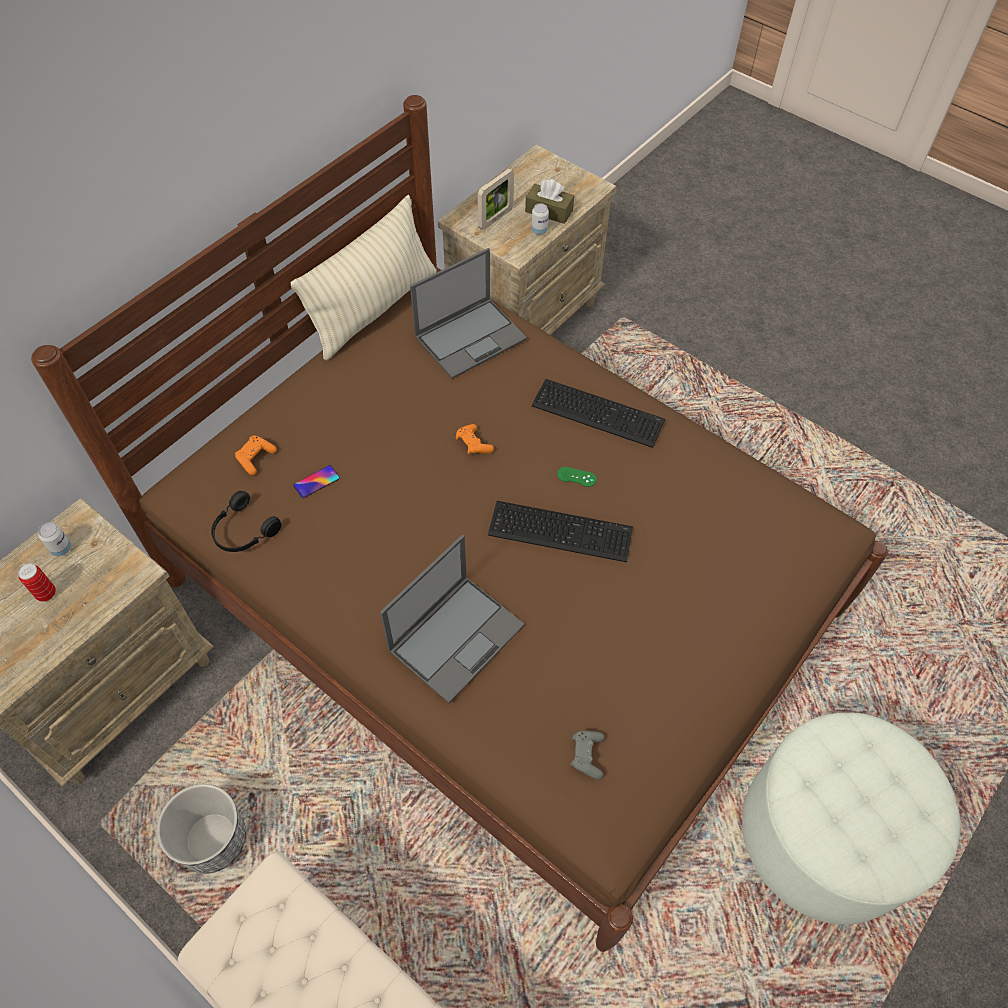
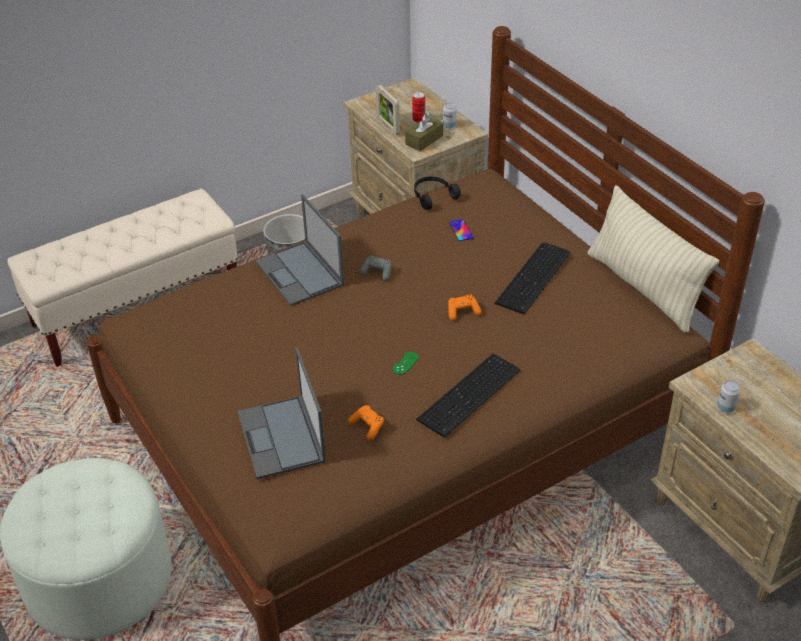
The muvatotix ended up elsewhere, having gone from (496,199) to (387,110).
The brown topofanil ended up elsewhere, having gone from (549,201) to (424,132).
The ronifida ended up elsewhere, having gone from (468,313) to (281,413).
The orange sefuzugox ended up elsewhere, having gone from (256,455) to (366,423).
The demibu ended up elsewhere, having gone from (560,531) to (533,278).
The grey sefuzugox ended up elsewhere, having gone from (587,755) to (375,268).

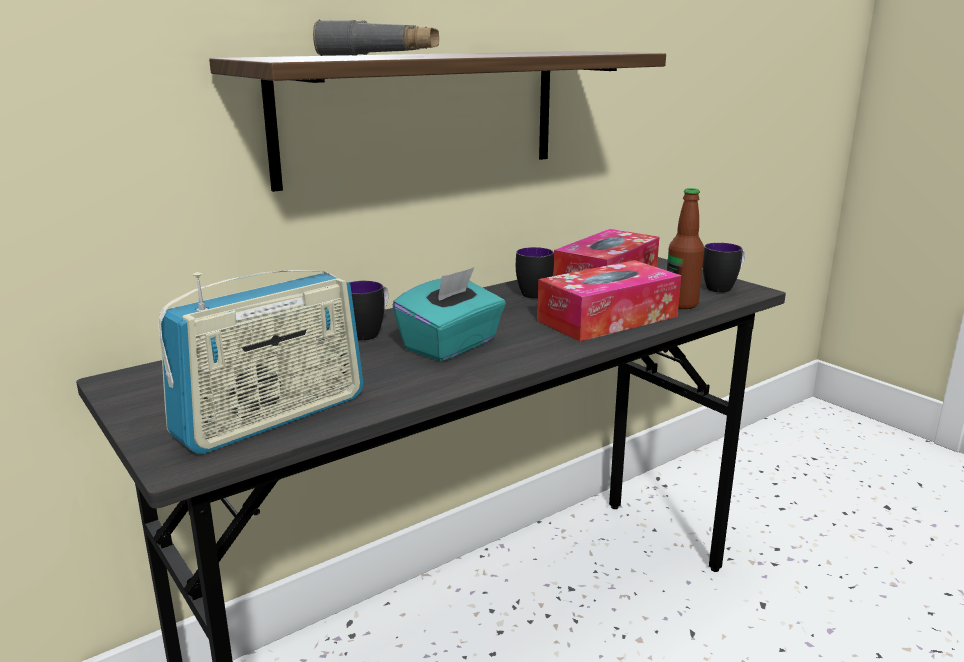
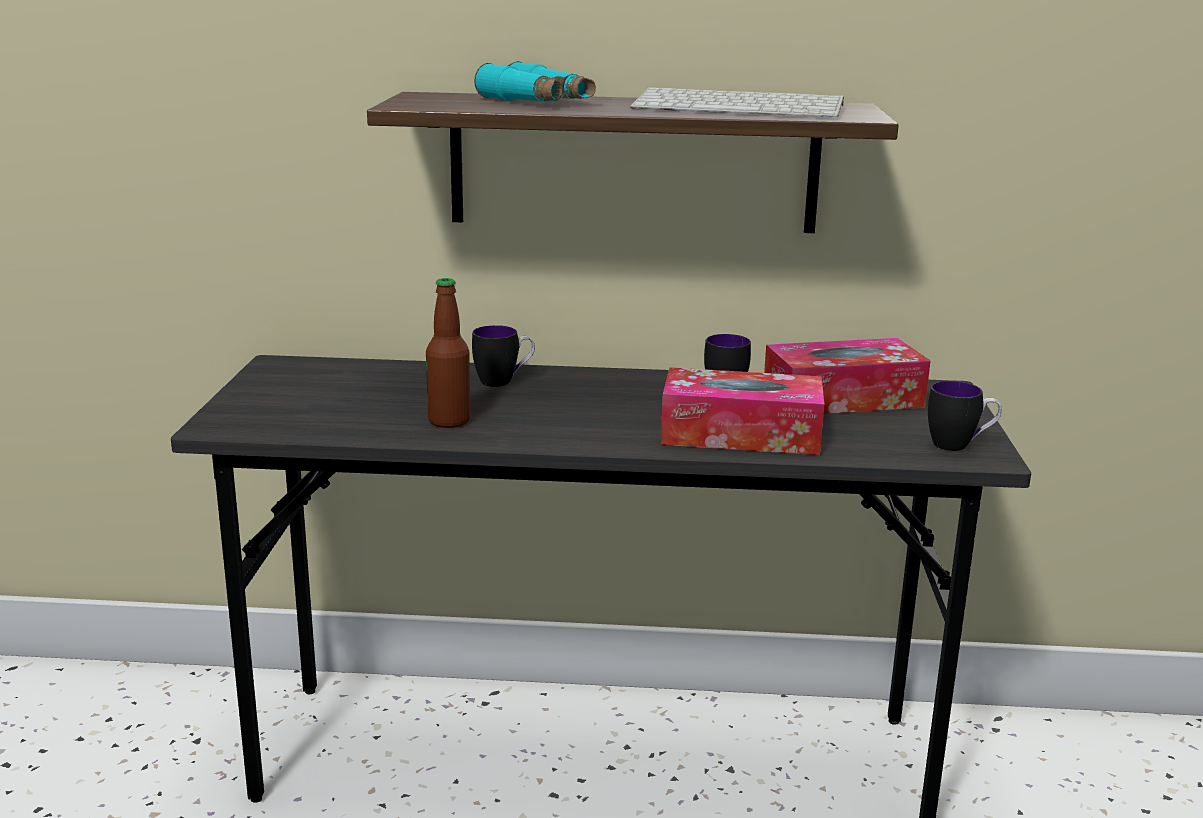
What was the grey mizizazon at (376,38) turned into the turquoise mizizazon at (535,81).
The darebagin ended up elsewhere, having gone from (685,248) to (448,353).
The second view lost the turquoise topofanil at (449,314).
The second view lost the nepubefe at (261,362).
The second view gained the demibu at (737,102).

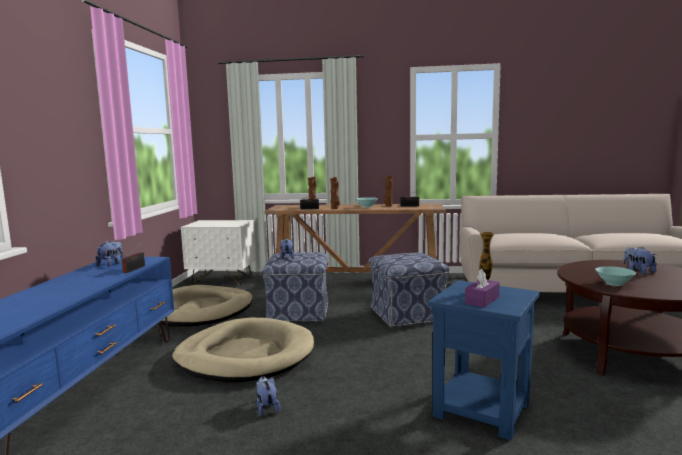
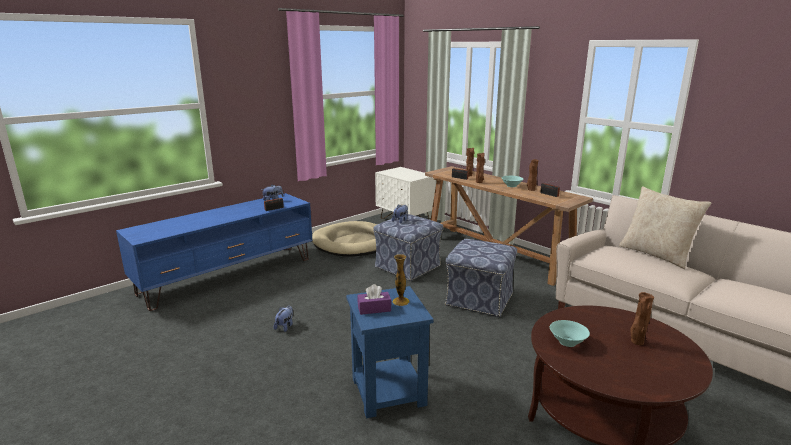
Where the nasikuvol stood at (640,260), the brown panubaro came to stand at (642,318).
The second view lost the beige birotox at (243,350).
The second view gained the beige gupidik at (665,227).

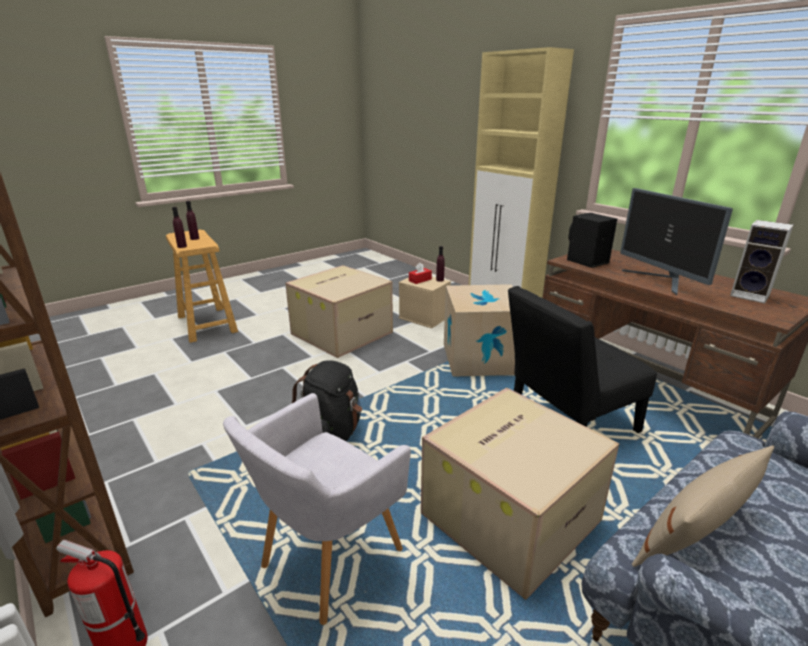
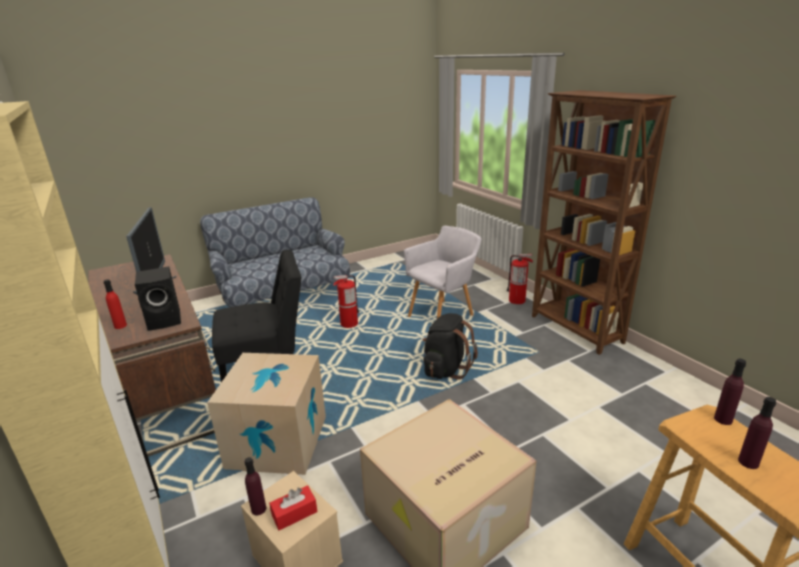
The second view lost the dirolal at (761,261).
Where the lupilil stood at (520,493), the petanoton came to stand at (346,301).
The second view lost the beige gupidik at (703,506).
The second view gained the red darebagin at (115,304).

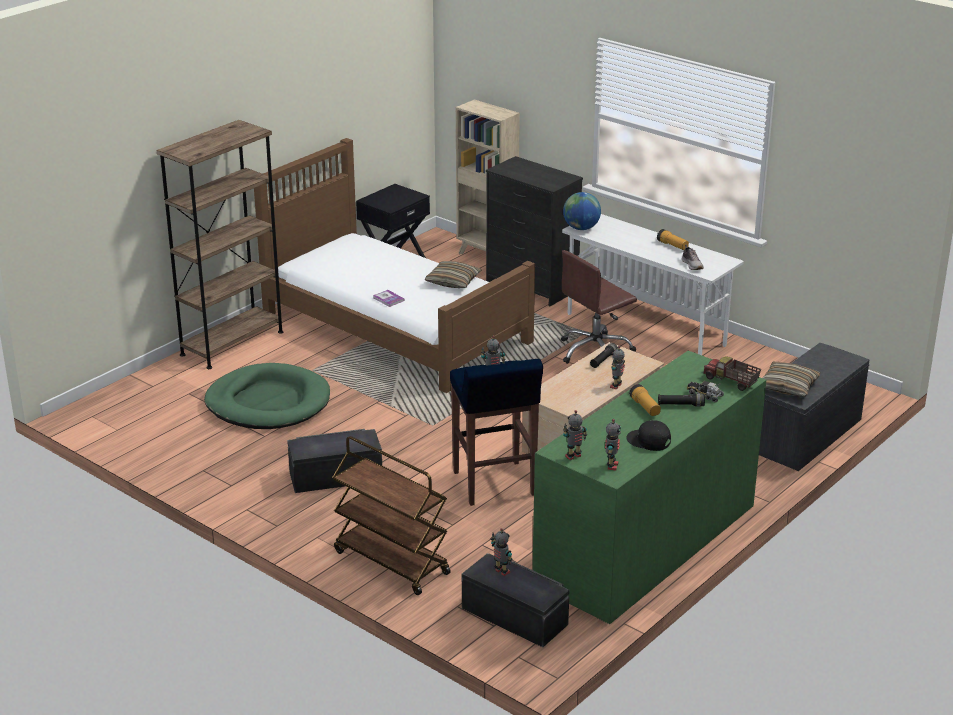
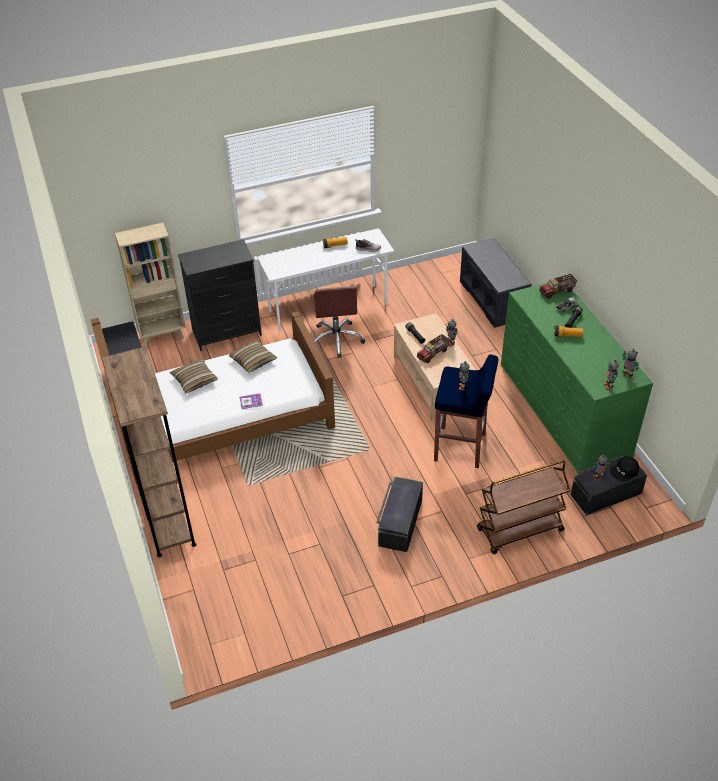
The second view lost the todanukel at (582,211).
The gupidik ended up elsewhere, having gone from (791,379) to (194,376).
The second view lost the green birotox at (267,396).
The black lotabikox ended up elsewhere, having gone from (648,435) to (624,468).
The second view gained the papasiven at (433,348).

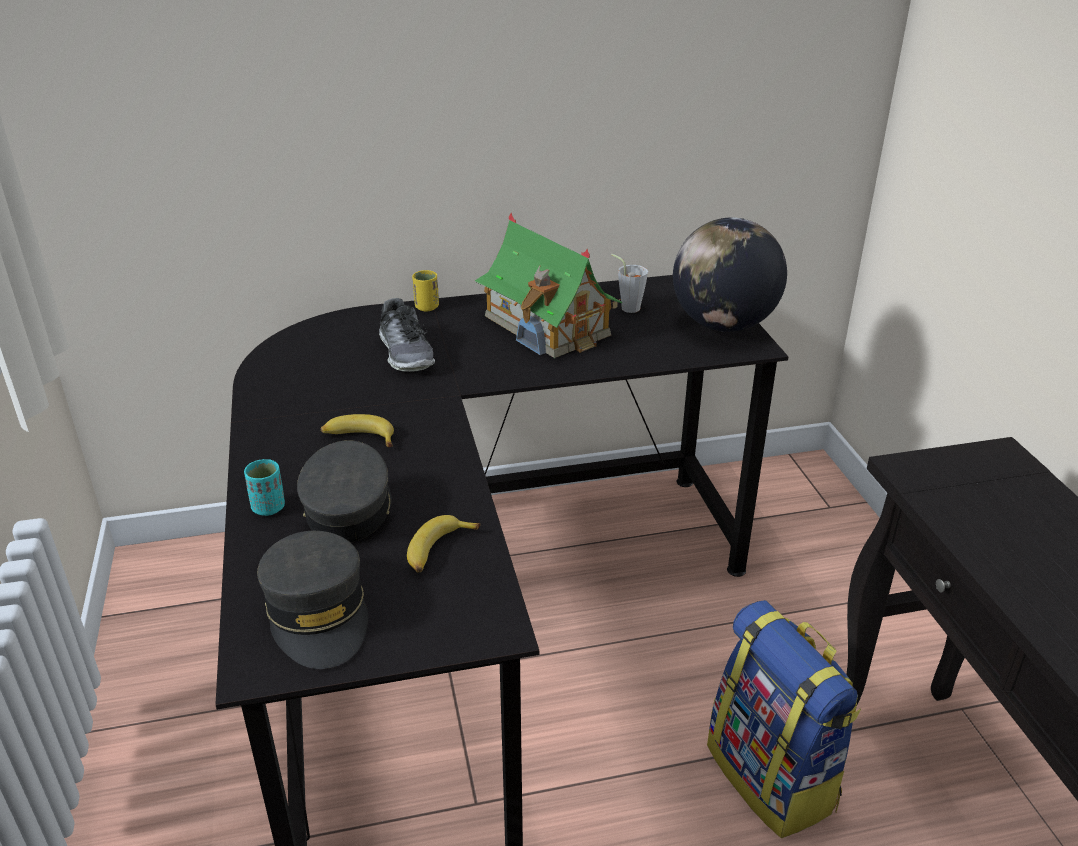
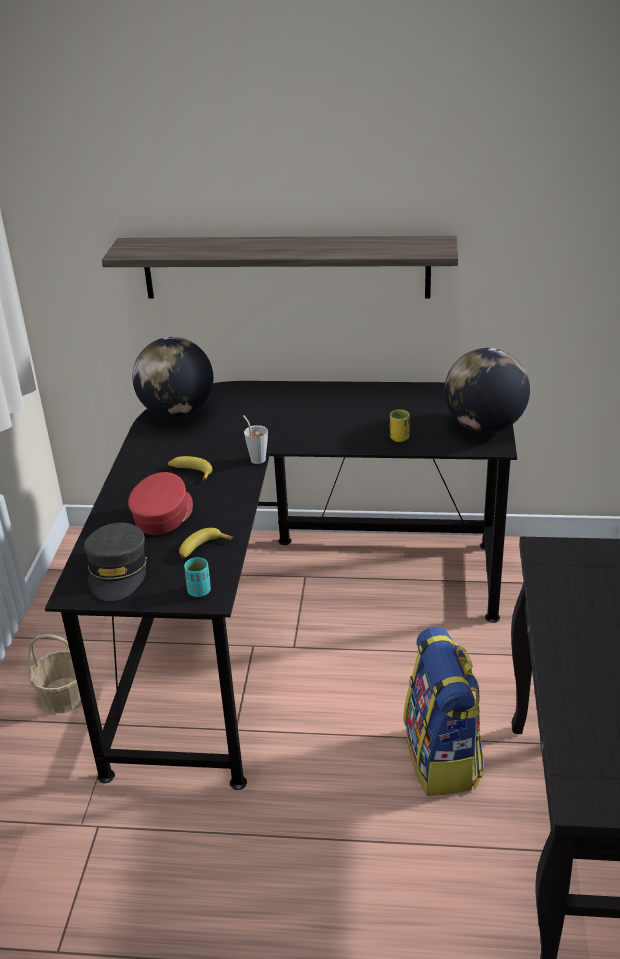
The second view lost the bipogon at (549,285).
The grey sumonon ended up elsewhere, having gone from (629,283) to (255,439).
The yellow sumonon ended up elsewhere, having gone from (425,290) to (400,426).
The second view lost the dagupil at (407,335).
What was the grey lotabikox at (344,491) turned into the red lotabikox at (160,503).
The turquoise sumonon ended up elsewhere, having gone from (264,487) to (197,577).
The second view gained the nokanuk at (280,267).
The second view gained the todanukel at (172,377).
The second view gained the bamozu at (55,673).

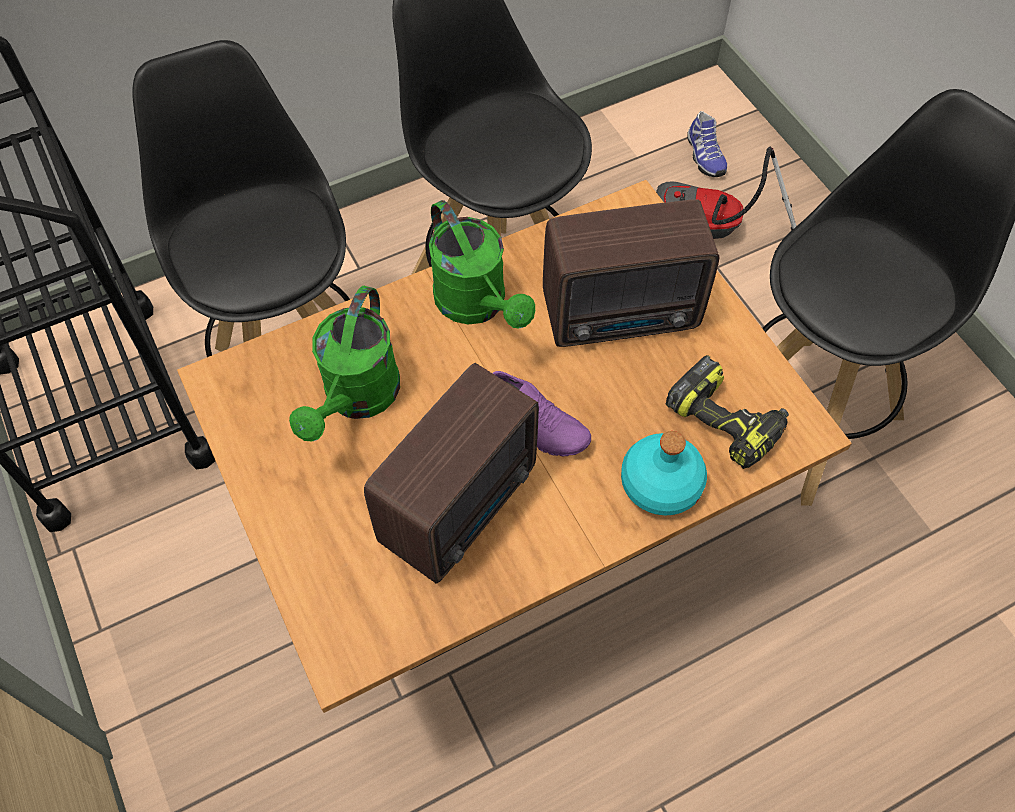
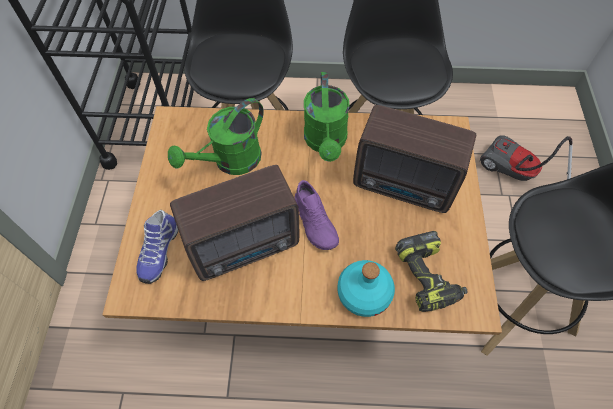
The dagupil ended up elsewhere, having gone from (707,144) to (157,247).

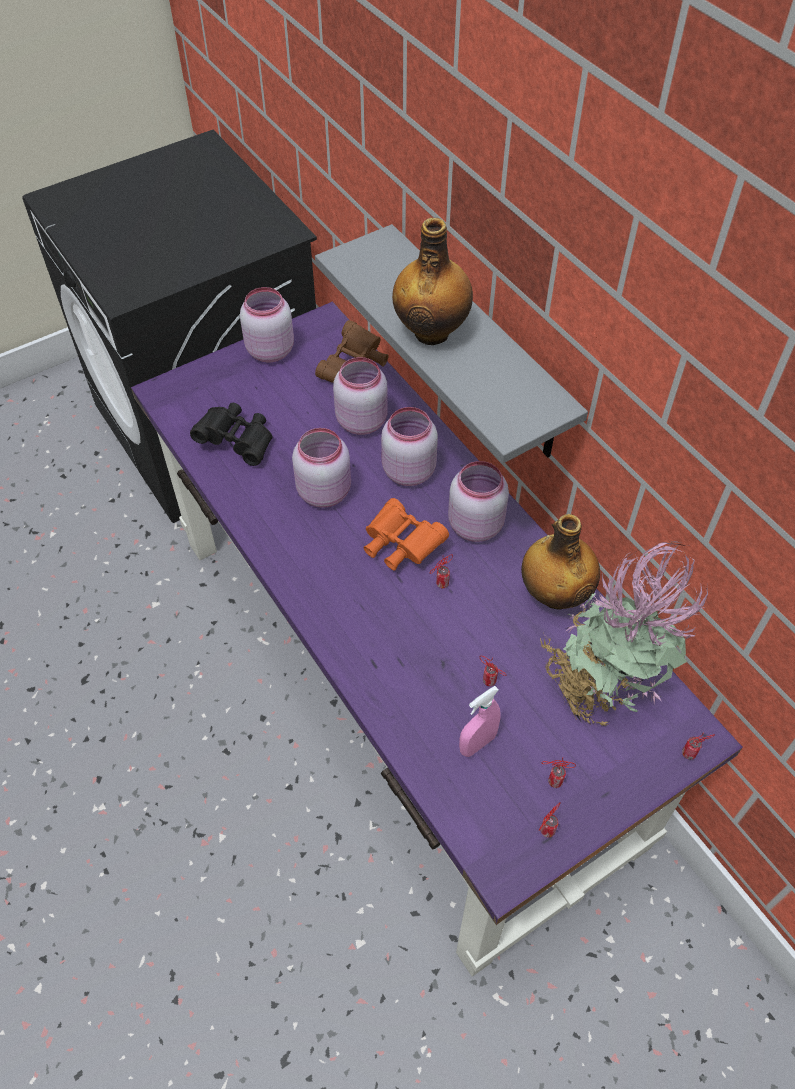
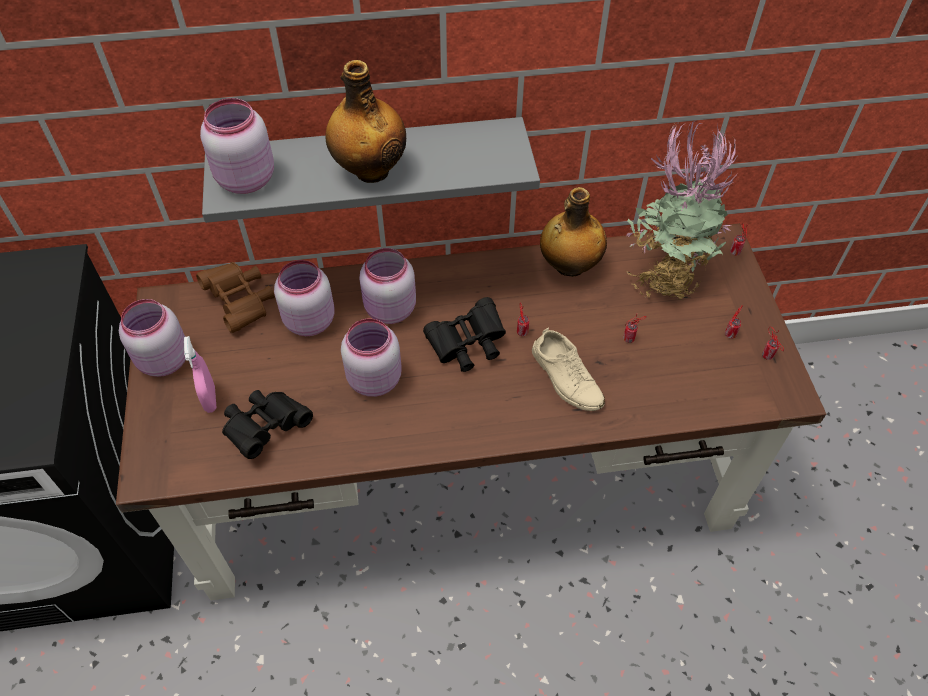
What was the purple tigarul at (437,639) turned into the brown tigarul at (471,411).
The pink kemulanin ended up elsewhere, having gone from (478,501) to (237,146).
What was the orange mizizazon at (406,534) turned into the black mizizazon at (464,334).
The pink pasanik ended up elsewhere, having gone from (480,721) to (200,374).
The second view gained the beige dagupil at (568,369).

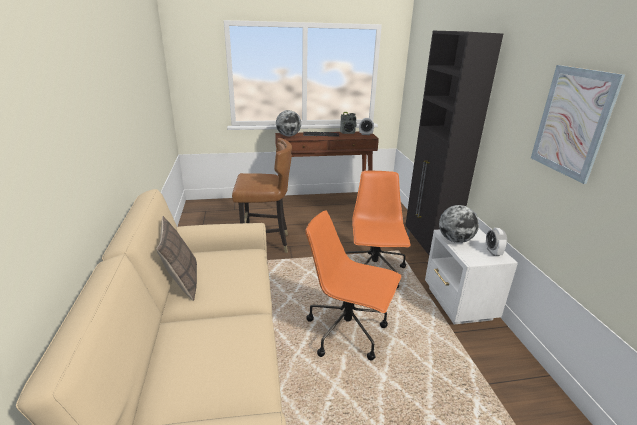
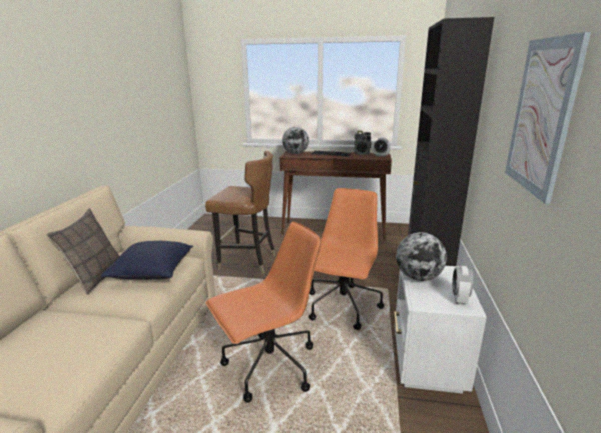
The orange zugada at (353,285) ended up facing another way, 105 degrees clockwise from before.
The second view gained the blue gupidik at (147,260).

